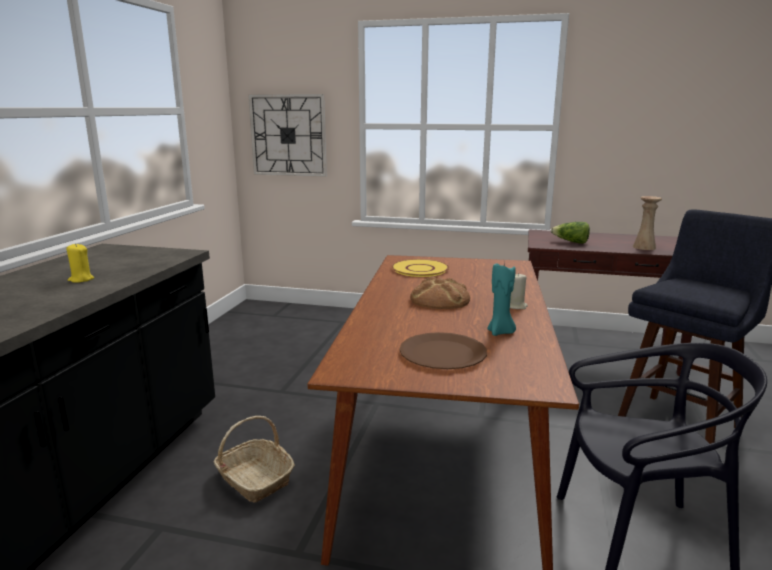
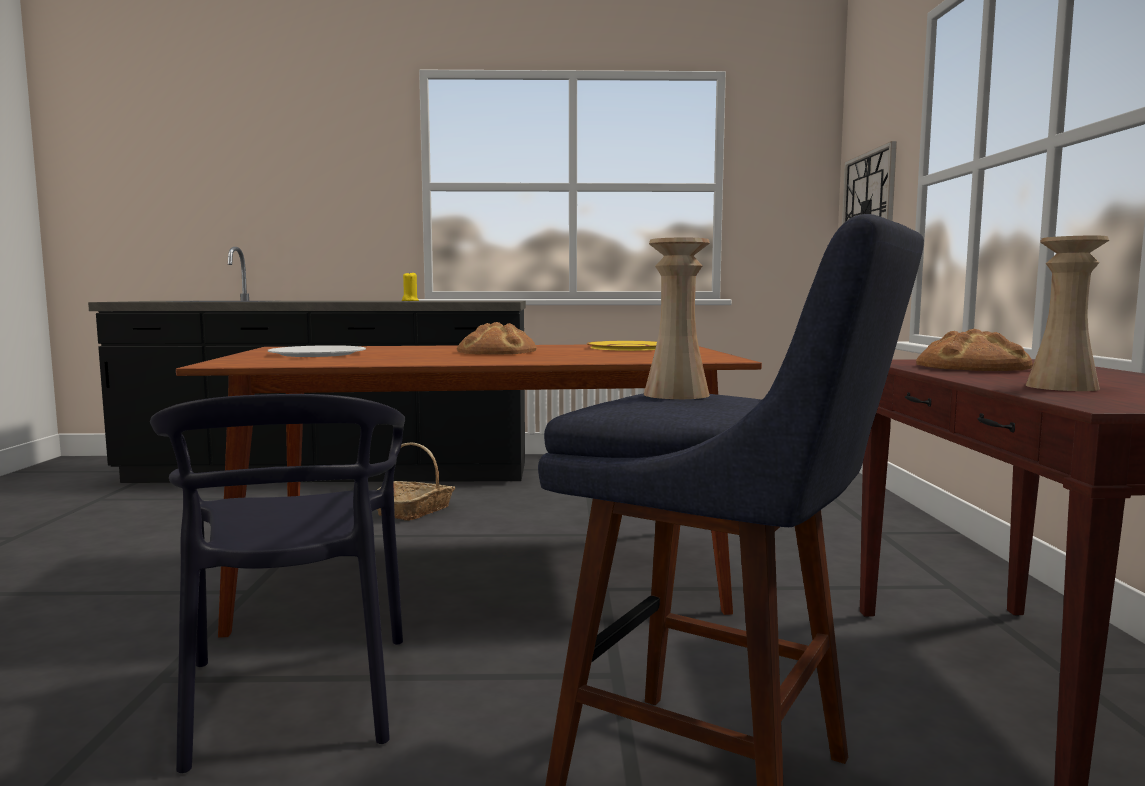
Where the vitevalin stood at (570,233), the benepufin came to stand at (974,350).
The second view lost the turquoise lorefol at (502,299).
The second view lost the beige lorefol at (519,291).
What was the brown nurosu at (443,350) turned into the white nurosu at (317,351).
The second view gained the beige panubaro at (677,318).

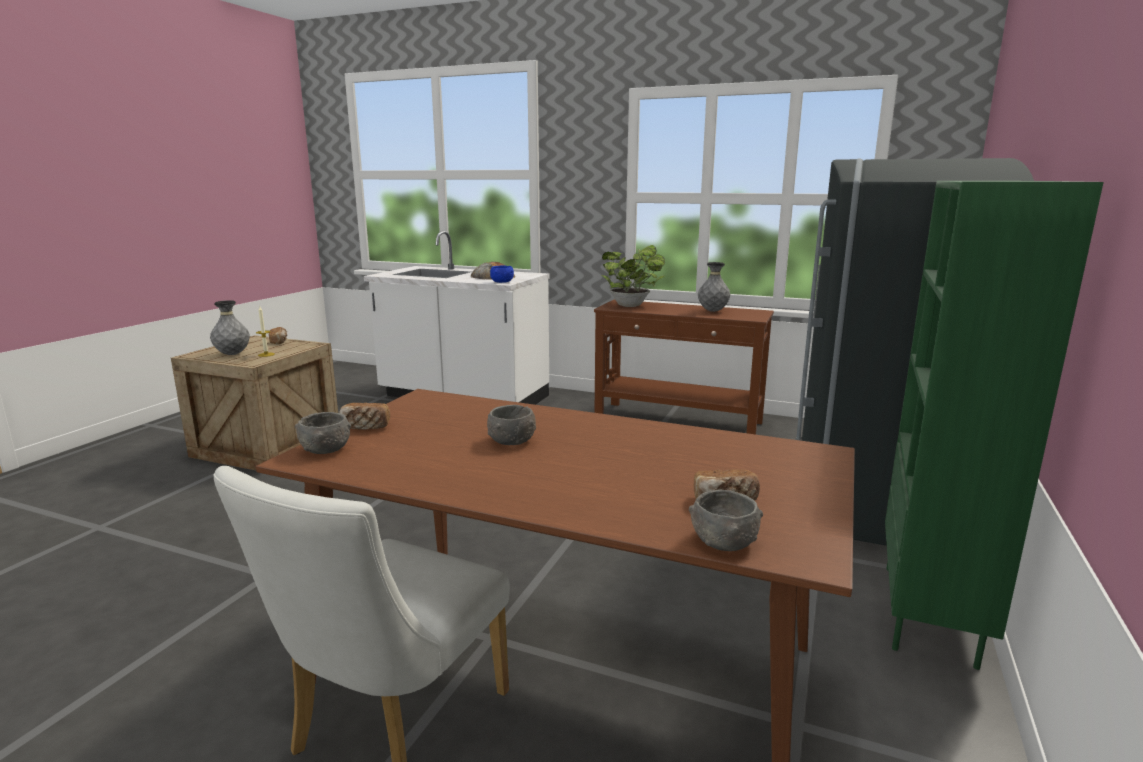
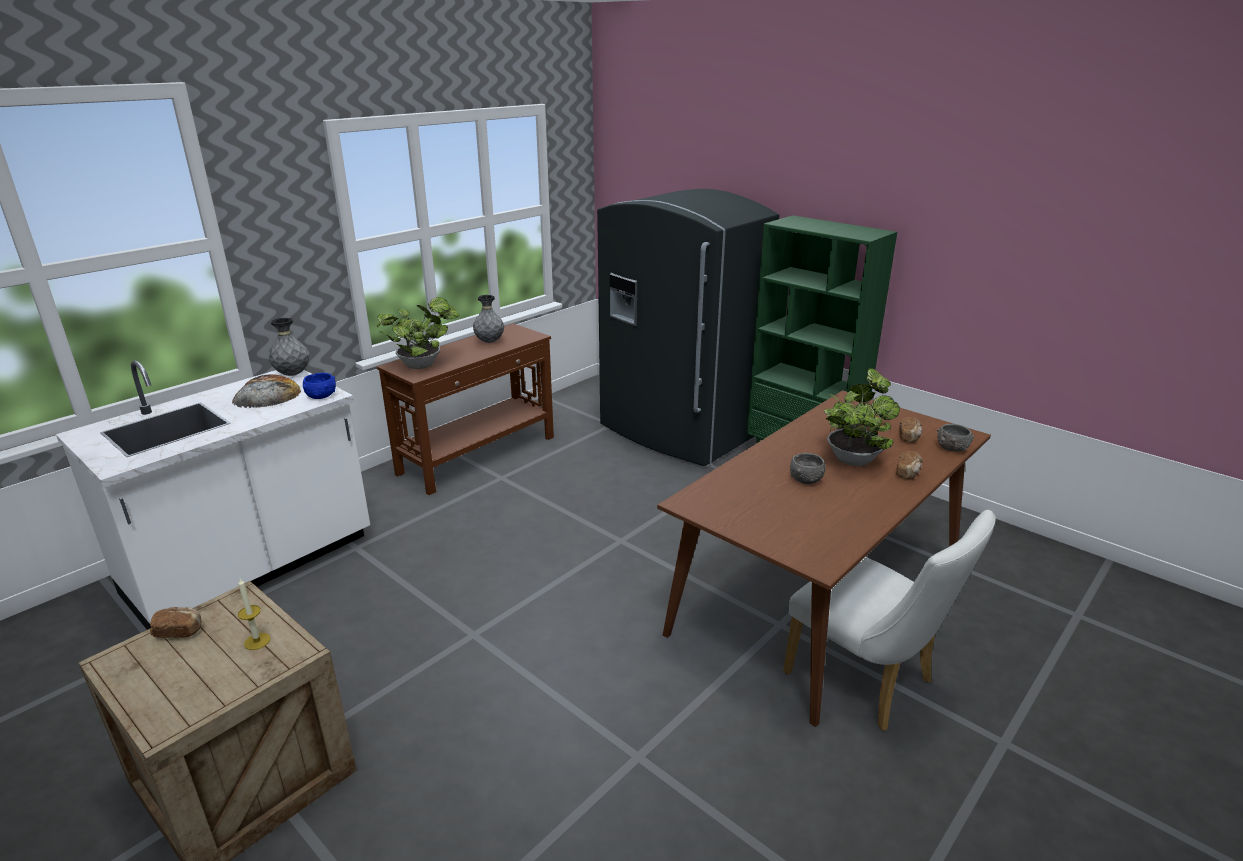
The grey panubaro ended up elsewhere, having gone from (230,327) to (289,347).
The benepufin ended up elsewhere, having gone from (364,416) to (909,465).
The second view lost the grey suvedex at (323,433).
The second view gained the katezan at (862,417).

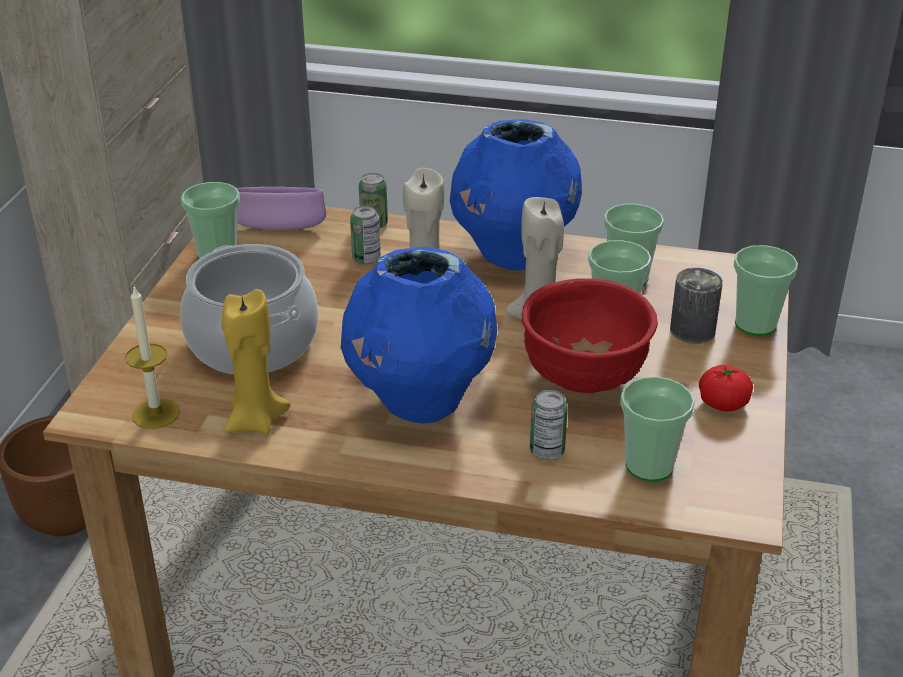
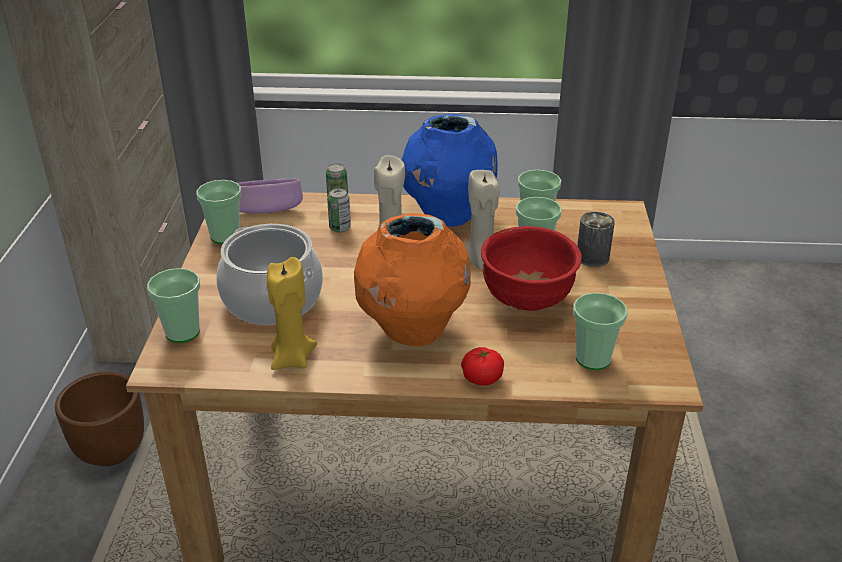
The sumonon ended up elsewhere, having gone from (766,290) to (173,305).
What was the blue panubaro at (419,335) turned into the orange panubaro at (412,279).
The second view lost the lorefol at (152,357).
The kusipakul ended up elsewhere, having gone from (726,388) to (482,366).
The second view lost the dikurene at (549,425).

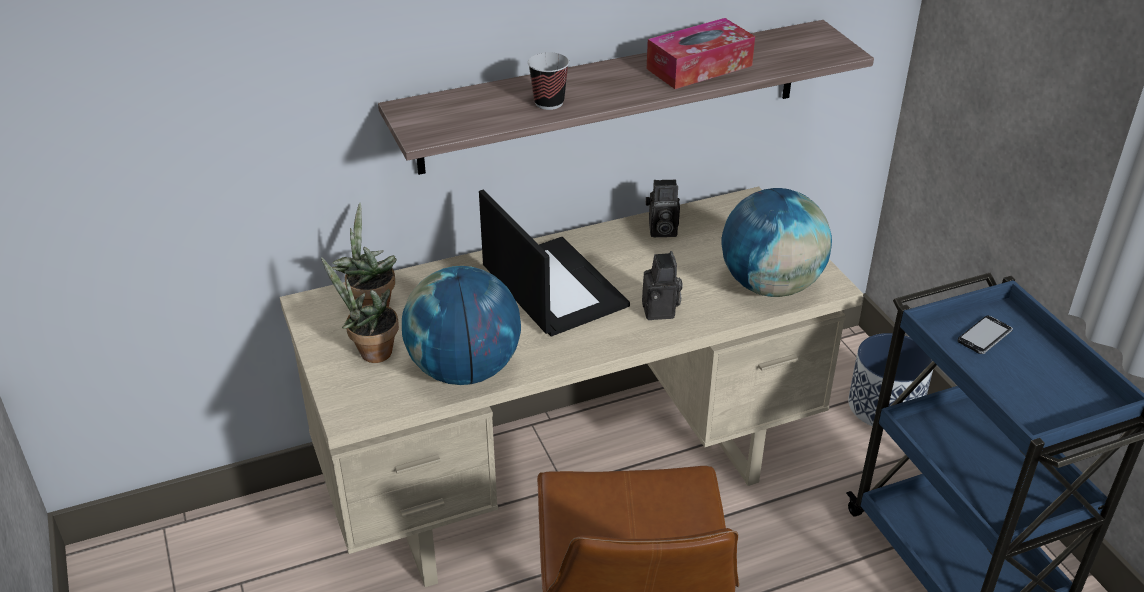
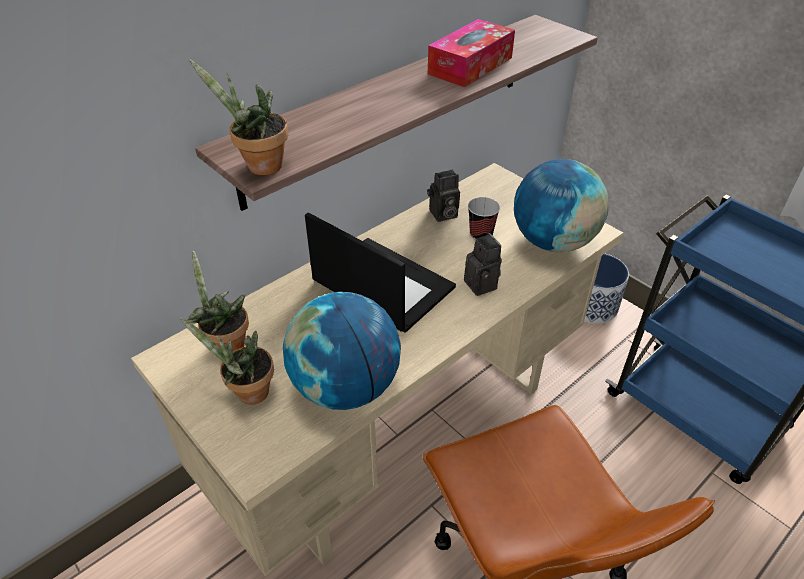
The sumonon ended up elsewhere, having gone from (548,81) to (484,218).
The second view lost the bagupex at (985,335).
The second view gained the katezan at (238,117).

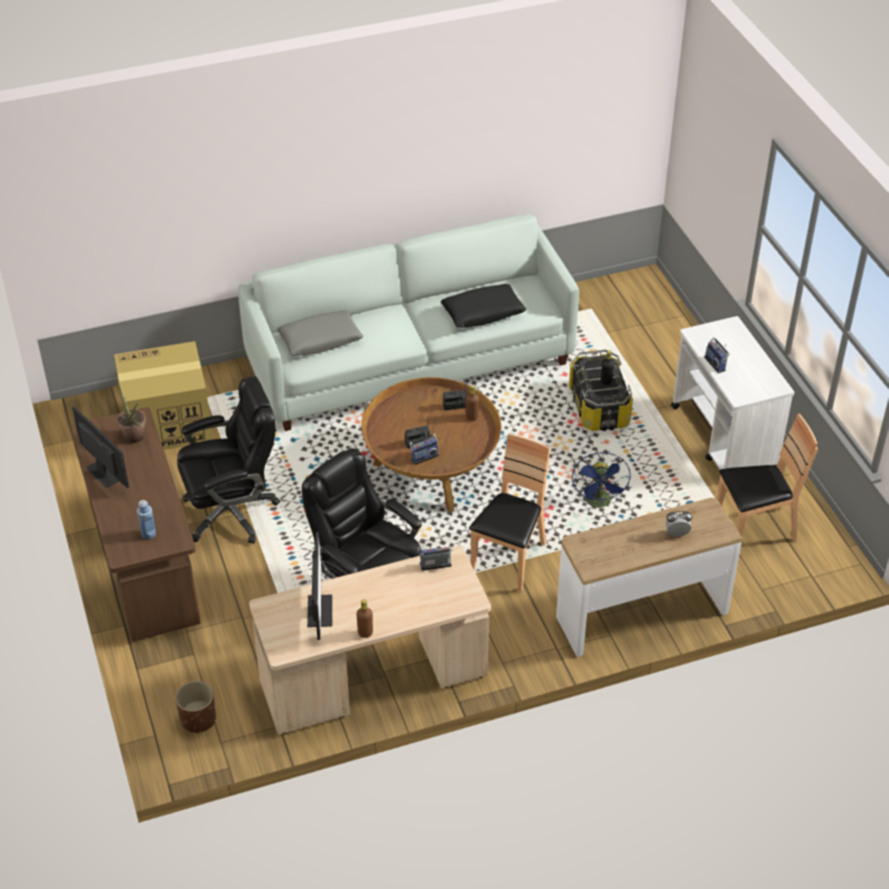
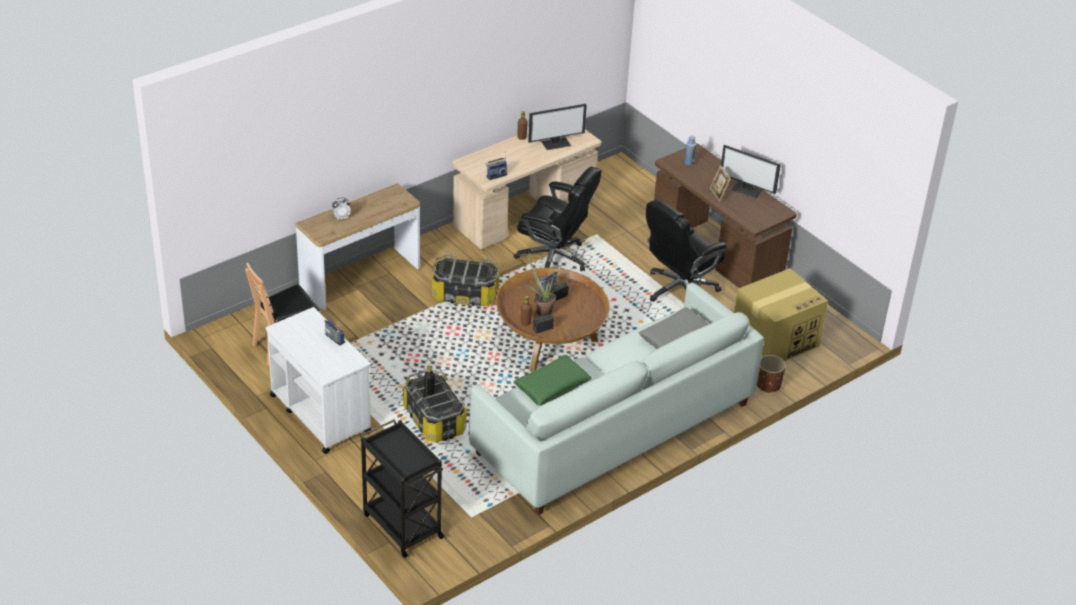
What was the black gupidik at (483,306) turned into the green gupidik at (552,380).
The katezan ended up elsewhere, having gone from (131,411) to (541,285).
Where the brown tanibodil stood at (509,512), the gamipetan came to stand at (466,280).
The second view lost the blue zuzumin at (601,480).
The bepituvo at (320,586) ended up facing another way, 90 degrees counterclockwise from before.
The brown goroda ended up elsewhere, having gone from (195,707) to (771,374).
The second view gained the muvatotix at (720,183).
The second view gained the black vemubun at (402,488).

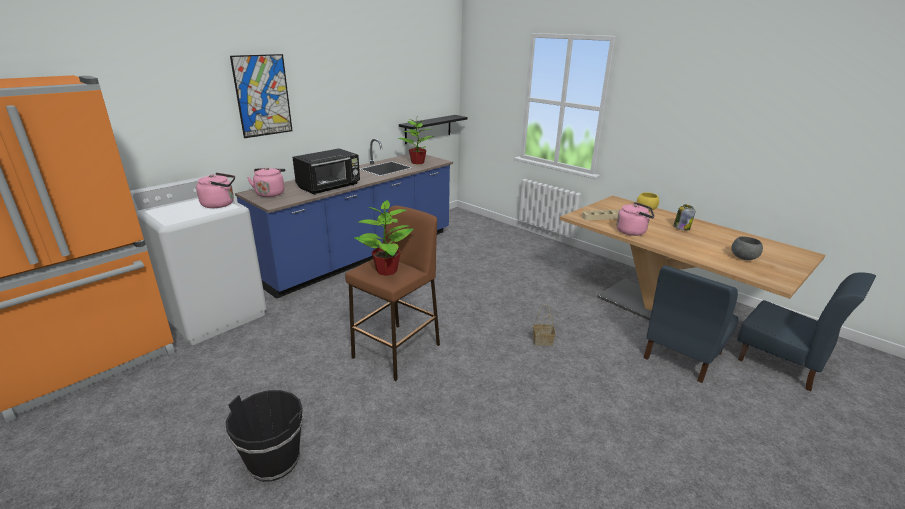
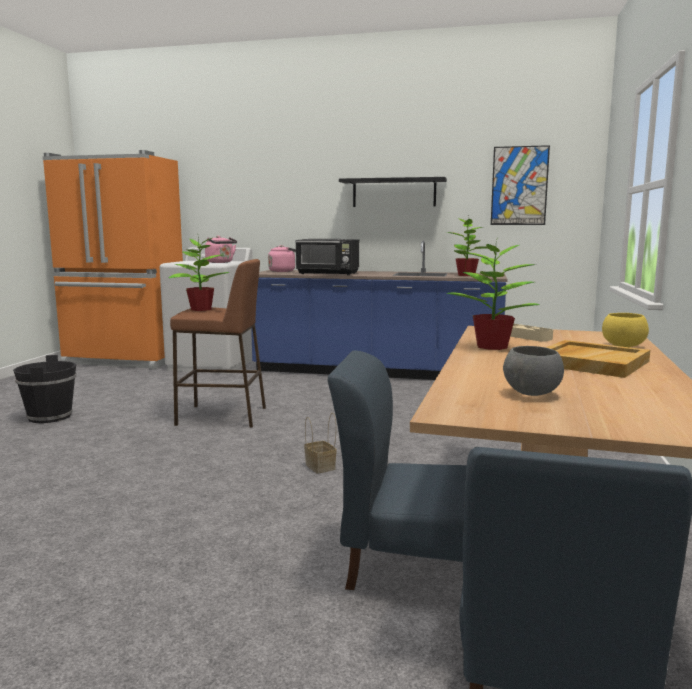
The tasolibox ended up elsewhere, having gone from (261,96) to (520,185).
The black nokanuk ended up elsewhere, having gone from (433,129) to (393,192).
Where the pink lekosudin stood at (635,219), the katezan came to stand at (493,295).
Where the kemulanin stood at (684,218), the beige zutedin came to stand at (598,359).

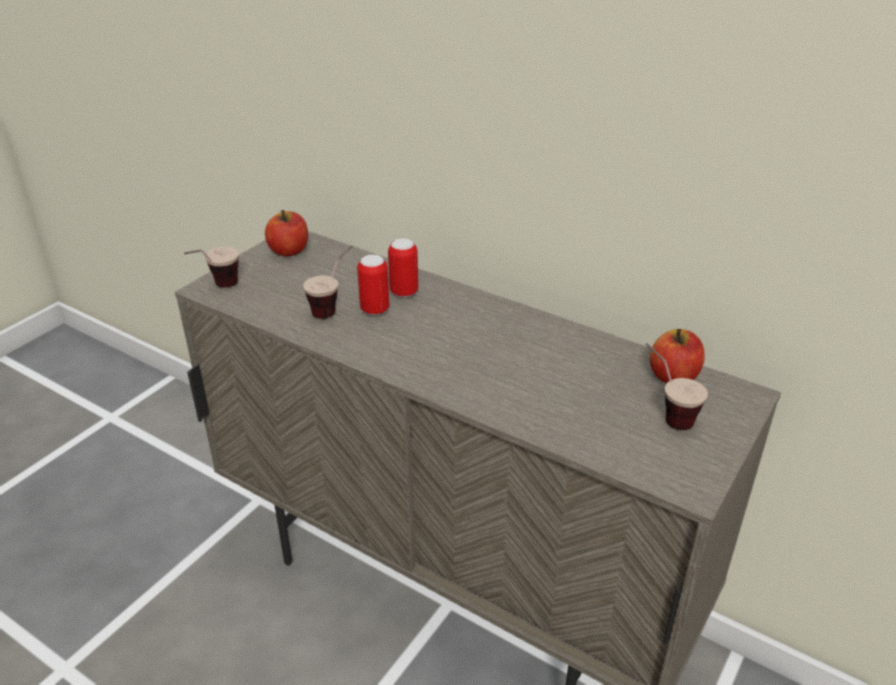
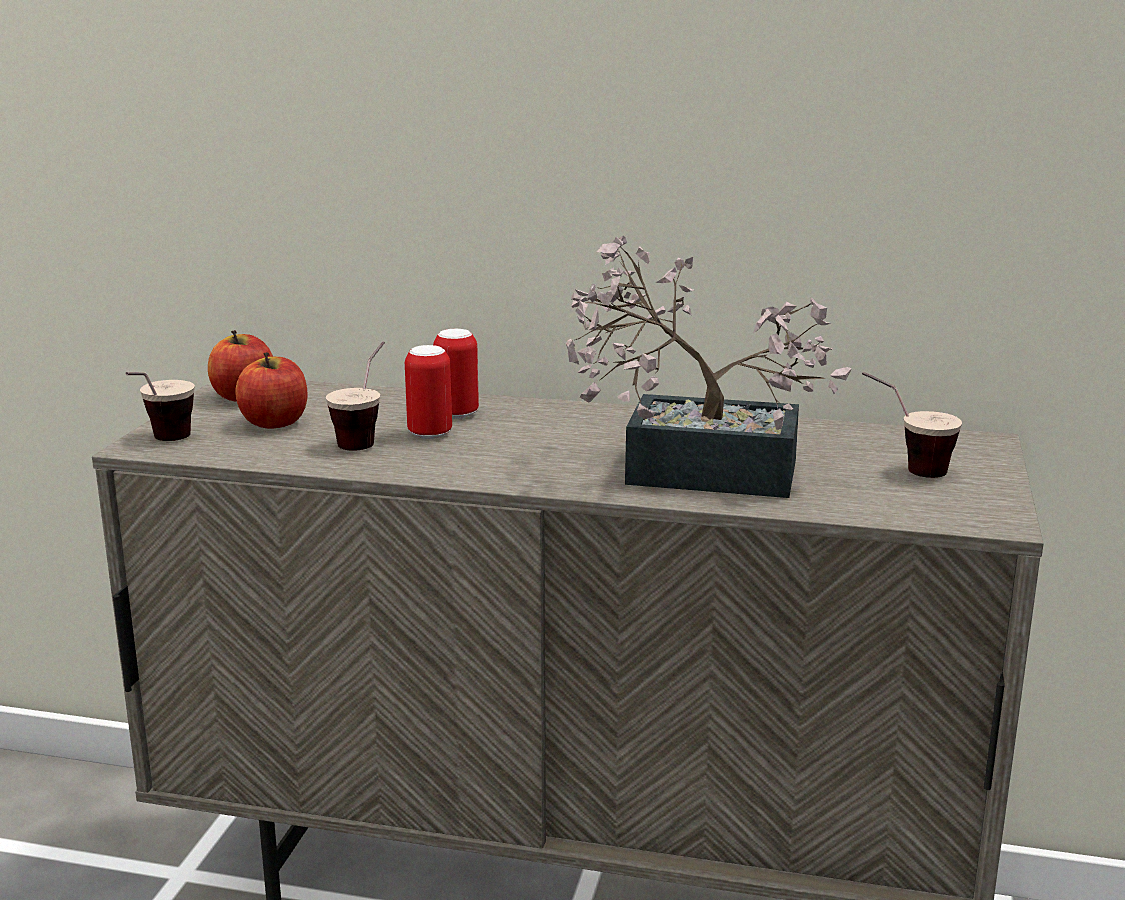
The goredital ended up elsewhere, having gone from (677,356) to (271,390).
The second view gained the katezan at (709,367).

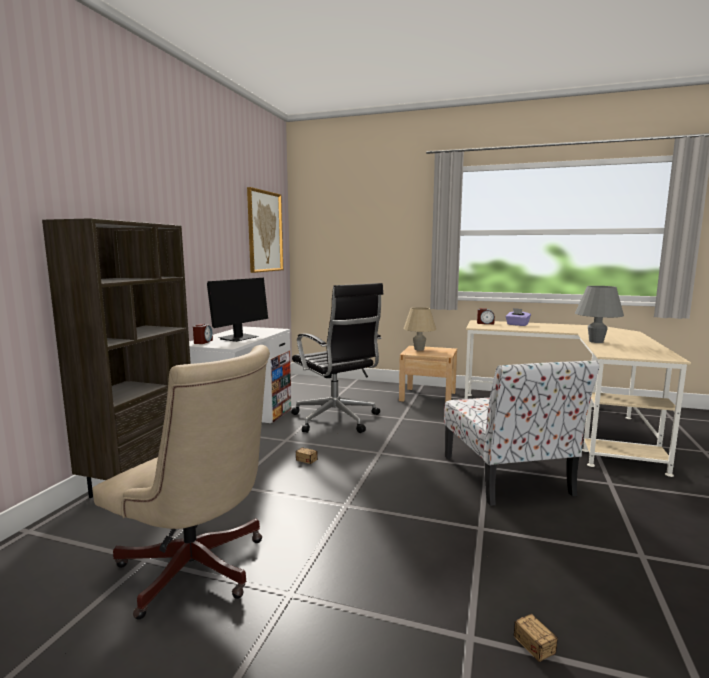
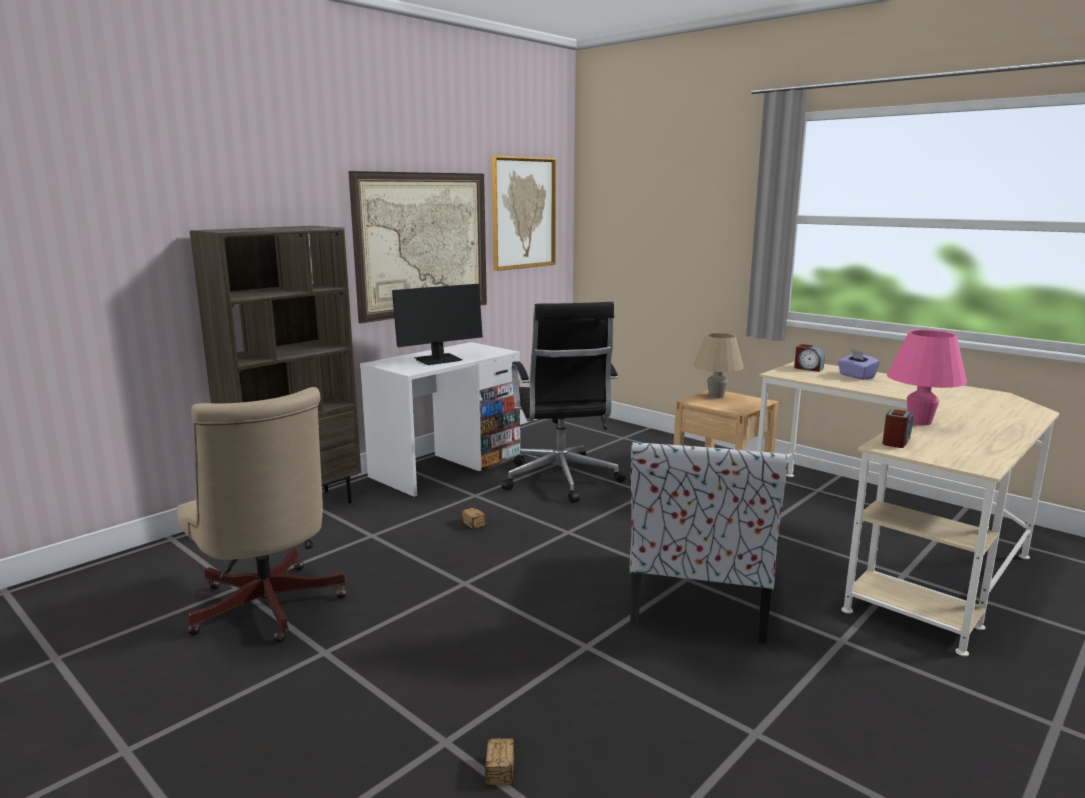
What was the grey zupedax at (599,314) turned into the pink zupedax at (927,377).
The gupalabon ended up elsewhere, having gone from (203,334) to (897,428).
The second view gained the tasolibox at (417,247).

